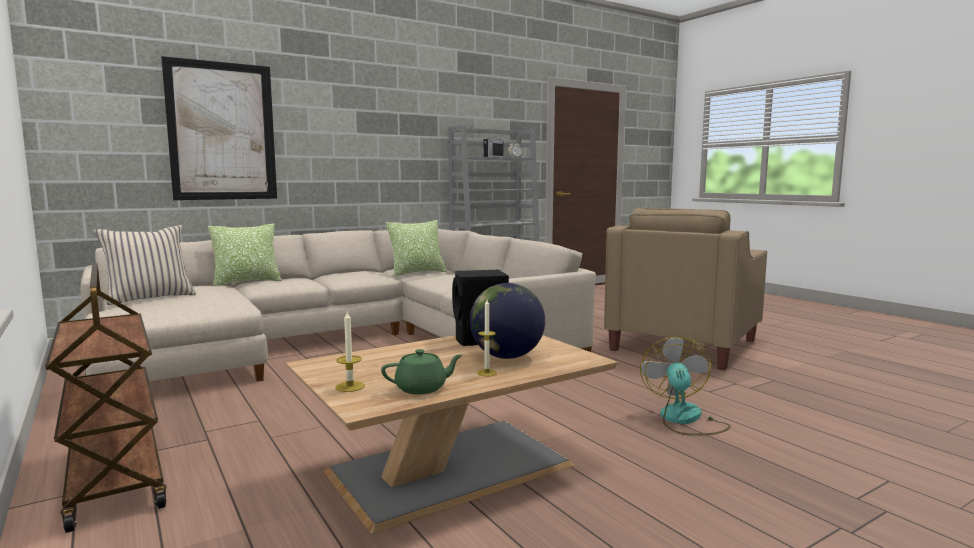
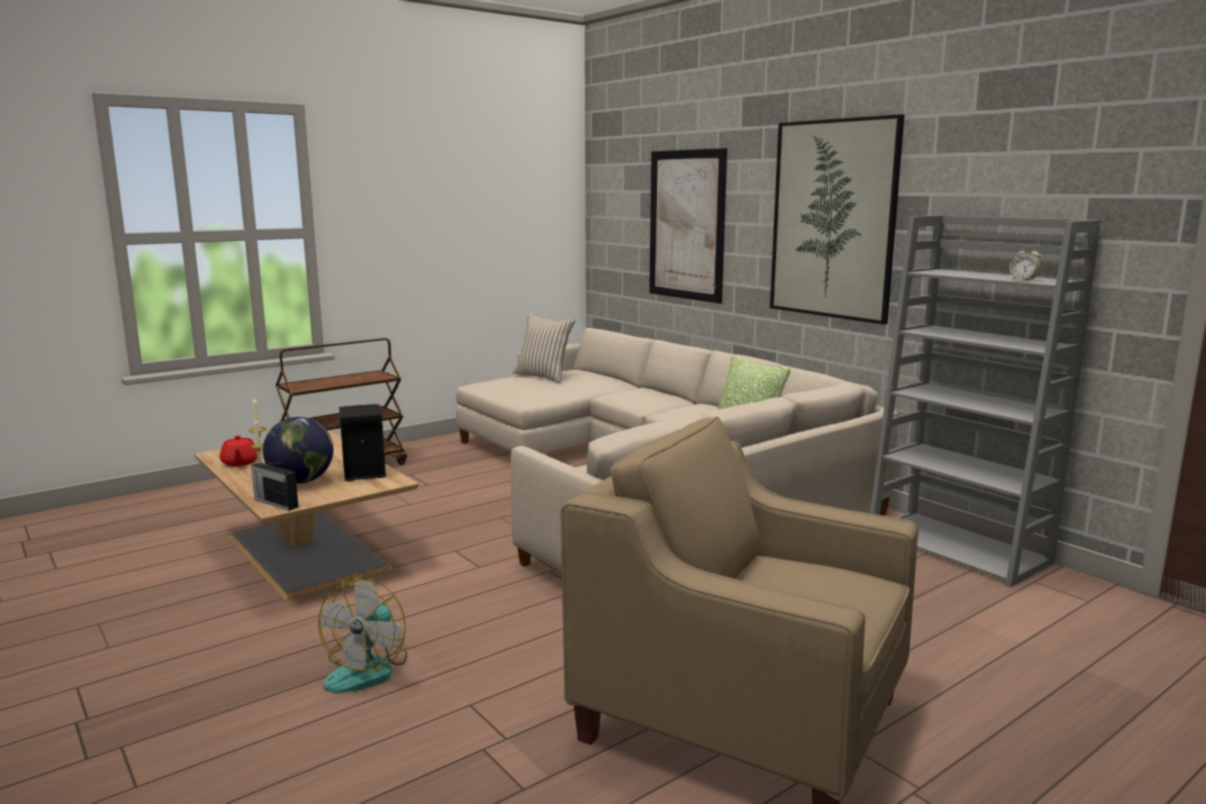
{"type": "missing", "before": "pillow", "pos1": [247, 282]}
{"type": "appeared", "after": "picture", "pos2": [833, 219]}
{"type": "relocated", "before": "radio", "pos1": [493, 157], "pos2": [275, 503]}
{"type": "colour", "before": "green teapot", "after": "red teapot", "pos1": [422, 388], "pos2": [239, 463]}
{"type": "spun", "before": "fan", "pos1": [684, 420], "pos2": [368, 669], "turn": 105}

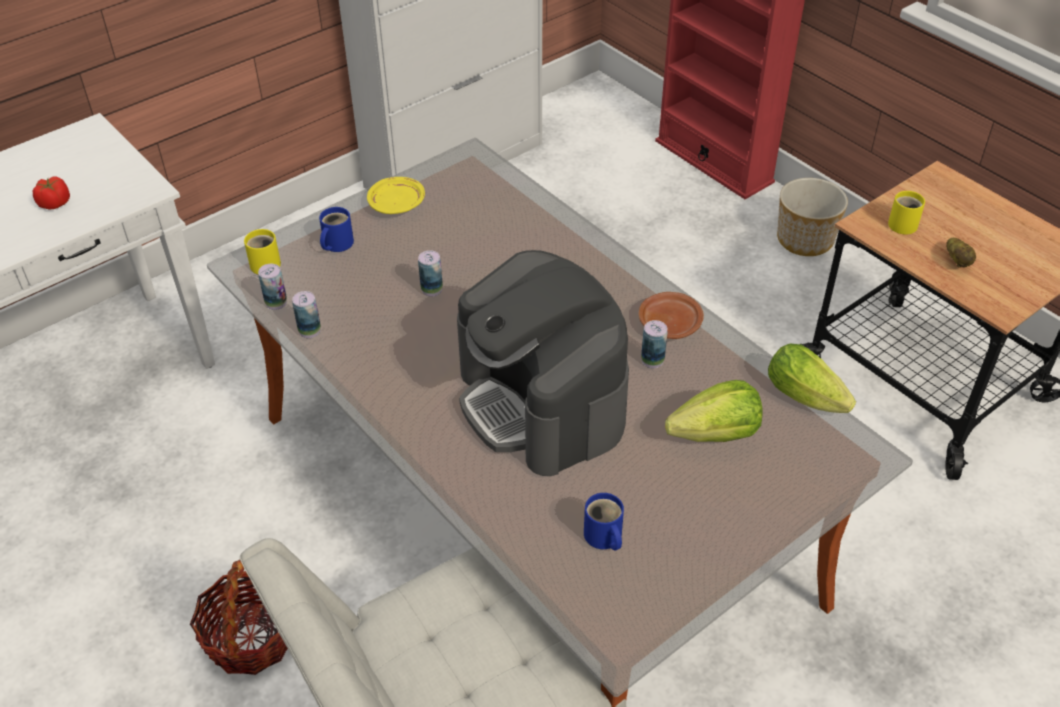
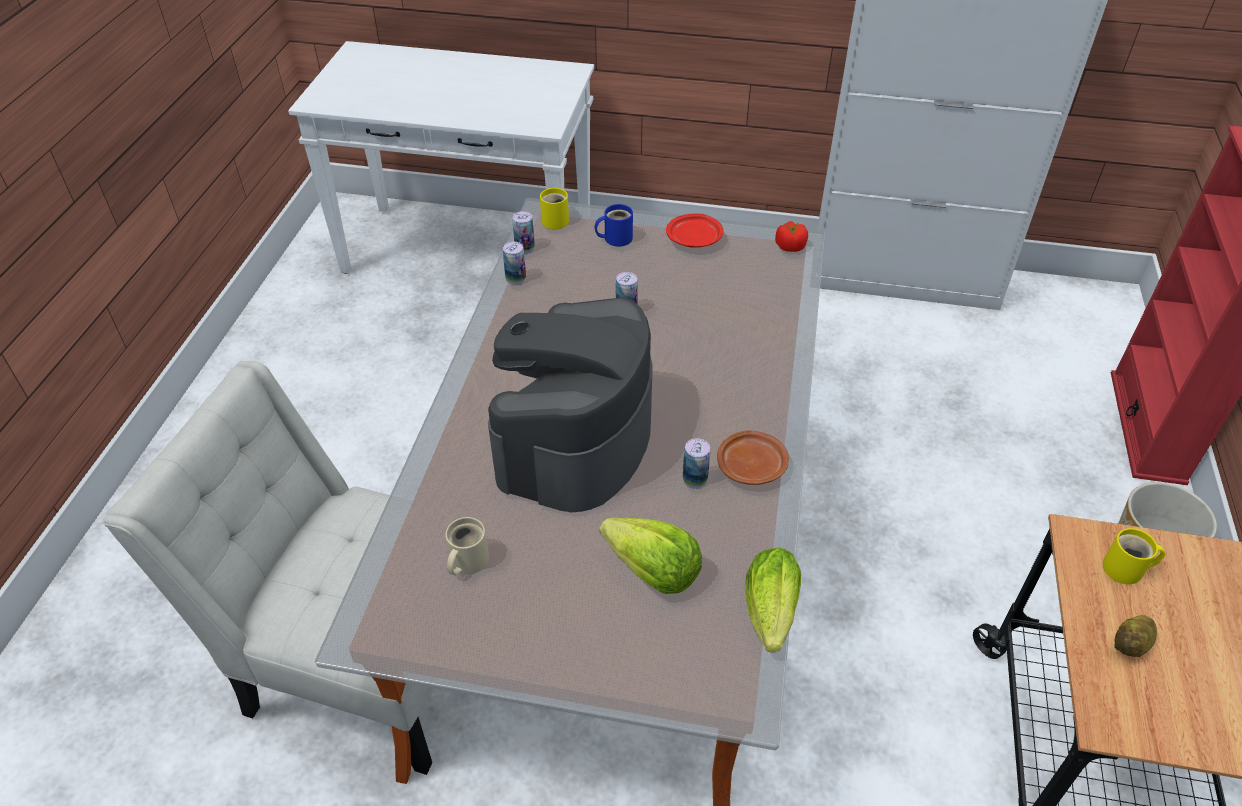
{"type": "missing", "before": "basket", "pos1": [251, 637]}
{"type": "relocated", "before": "tomato", "pos1": [54, 203], "pos2": [790, 247]}
{"type": "colour", "before": "yellow plate", "after": "red plate", "pos1": [397, 203], "pos2": [695, 239]}
{"type": "colour", "before": "blue mug", "after": "beige mug", "pos1": [603, 537], "pos2": [466, 561]}

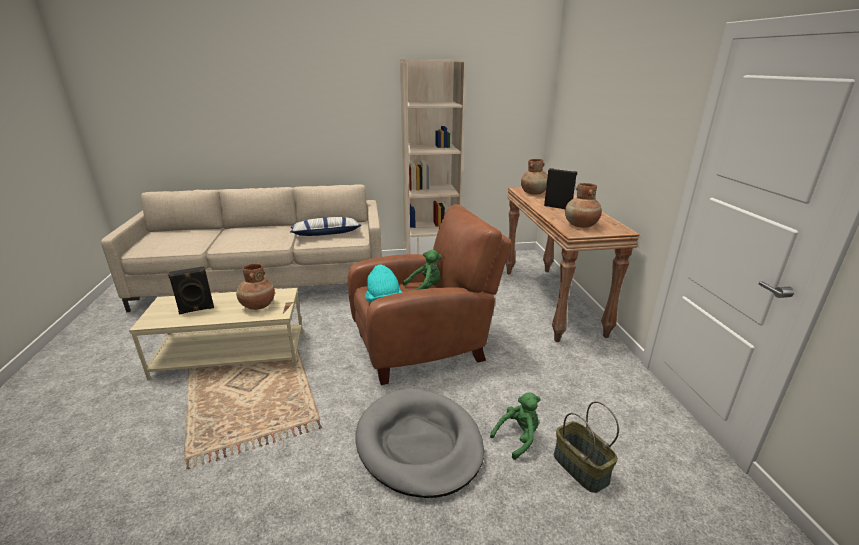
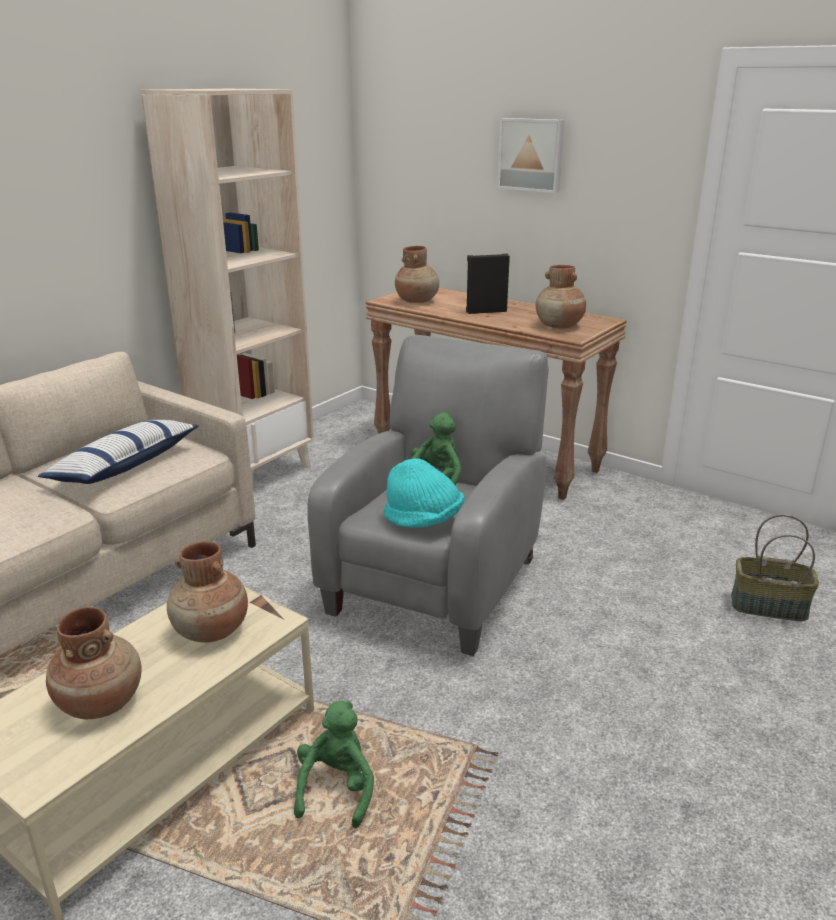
{"type": "missing", "before": "grey dog bed", "pos1": [419, 444]}
{"type": "appeared", "after": "picture", "pos2": [531, 155]}
{"type": "relocated", "before": "green plush toy", "pos1": [518, 438], "pos2": [336, 789]}
{"type": "exchanged", "before": "black speaker", "after": "brown vase", "pos1": [196, 310], "pos2": [101, 702]}
{"type": "colour", "before": "brown armchair", "after": "grey armchair", "pos1": [424, 346], "pos2": [439, 580]}

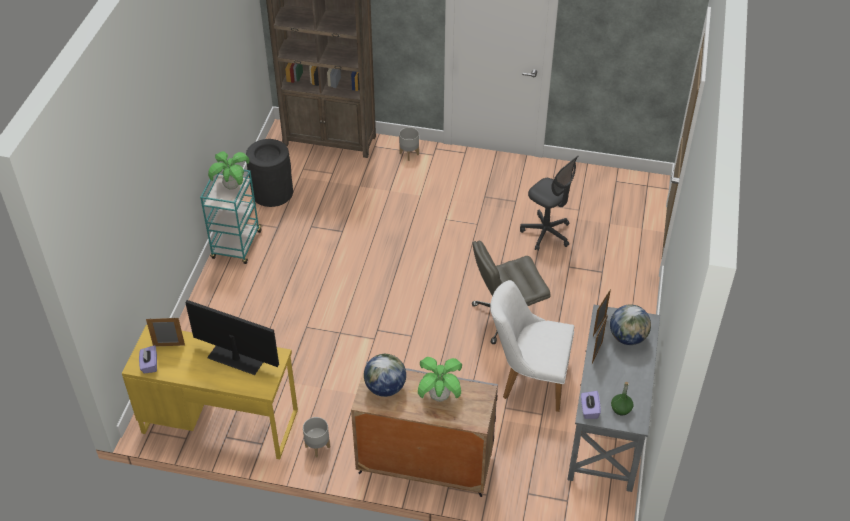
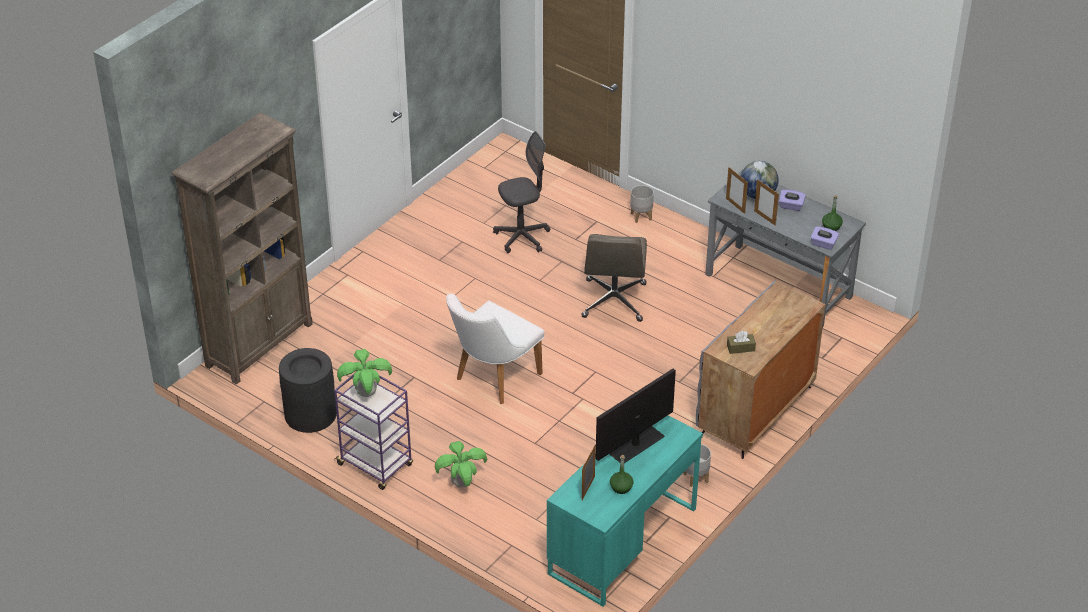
{"type": "appeared", "after": "green bottle", "pos2": [621, 487]}
{"type": "relocated", "before": "purple tissue box", "pos1": [149, 365], "pos2": [791, 206]}
{"type": "relocated", "before": "grey planter", "pos1": [409, 154], "pos2": [641, 216]}
{"type": "relocated", "before": "potted plant", "pos1": [439, 397], "pos2": [461, 483]}
{"type": "relocated", "before": "white chair", "pos1": [528, 379], "pos2": [492, 379]}
{"type": "exchanged", "before": "globe", "after": "brown tissue box", "pos1": [385, 388], "pos2": [740, 348]}
{"type": "colour", "before": "yellow desk", "after": "turquoise desk", "pos1": [220, 421], "pos2": [622, 541]}
{"type": "colour", "before": "turquoise cart", "after": "purple cart", "pos1": [236, 246], "pos2": [376, 465]}

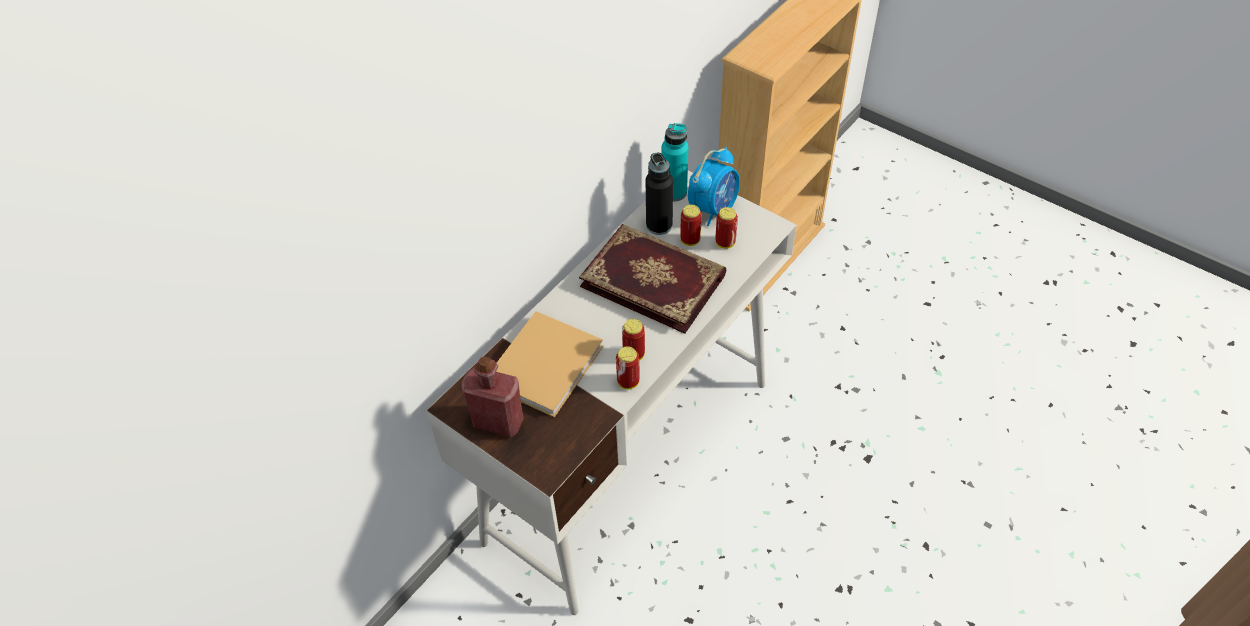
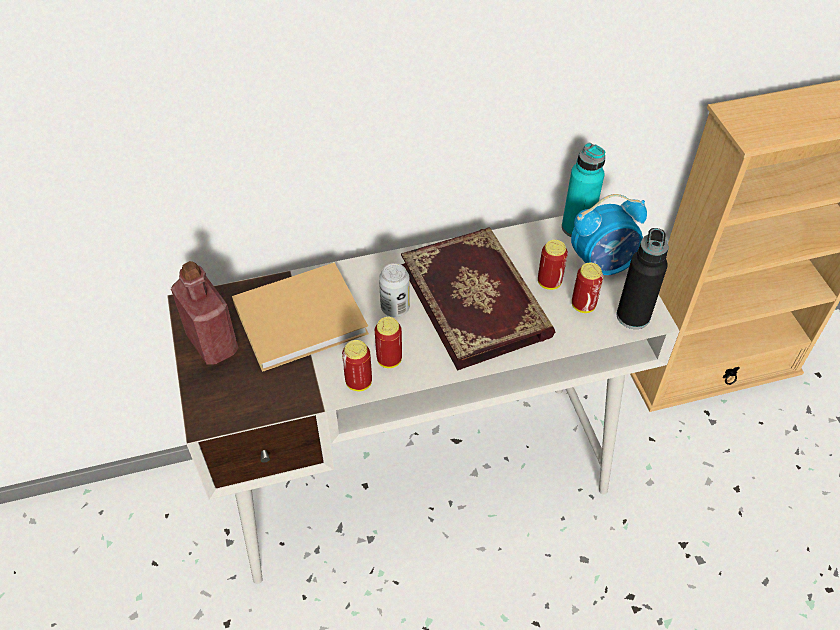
{"type": "appeared", "after": "can", "pos2": [395, 307]}
{"type": "relocated", "before": "black bottle", "pos1": [659, 225], "pos2": [633, 316]}

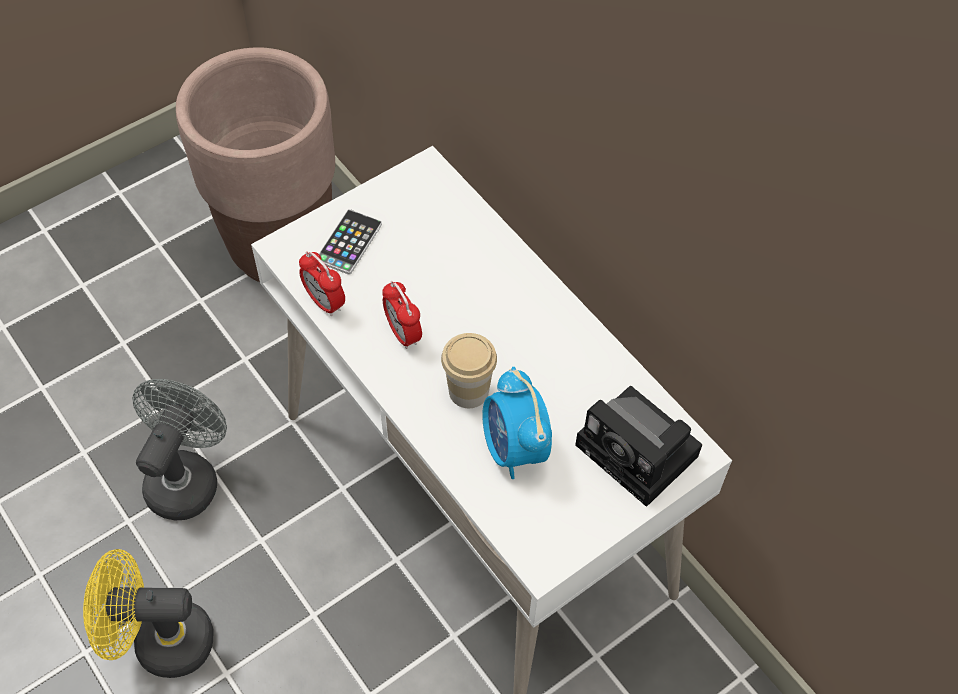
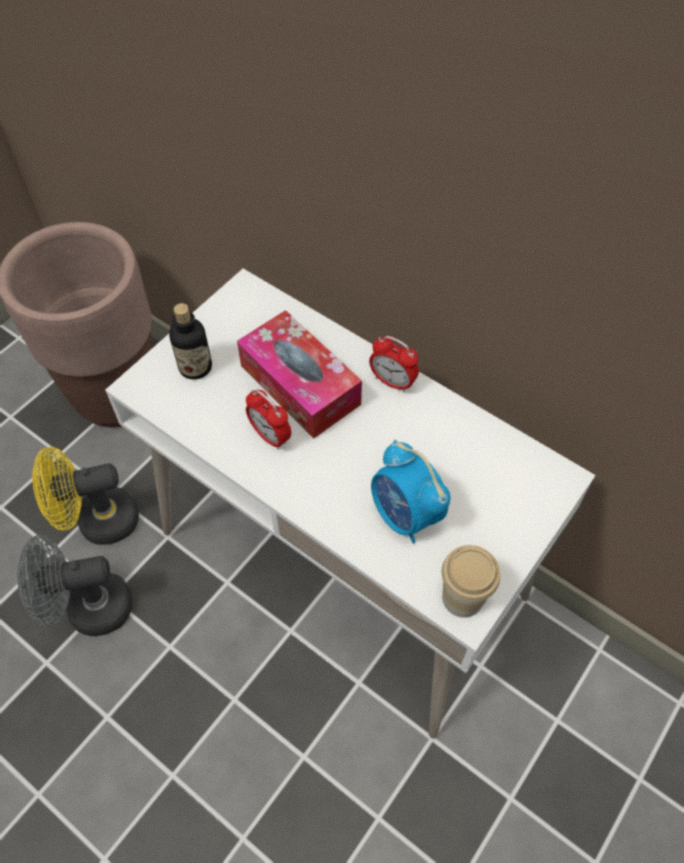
{"type": "missing", "before": "photo camera", "pos1": [641, 453]}
{"type": "appeared", "after": "tissue box", "pos2": [300, 385]}
{"type": "relocated", "before": "yellow fan", "pos1": [160, 641], "pos2": [98, 521]}
{"type": "relocated", "before": "alarm clock", "pos1": [325, 302], "pos2": [392, 382]}
{"type": "relocated", "before": "cup", "pos1": [468, 391], "pos2": [462, 597]}
{"type": "exchanged", "before": "phone", "after": "bottle", "pos1": [349, 242], "pos2": [195, 367]}
{"type": "spun", "before": "grey fan", "pos1": [186, 477], "pos2": [89, 609], "turn": -105}

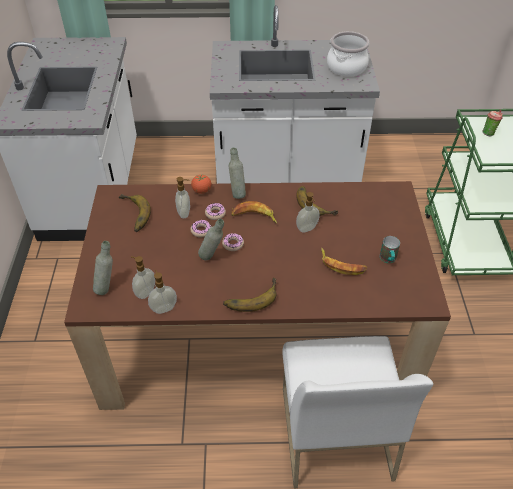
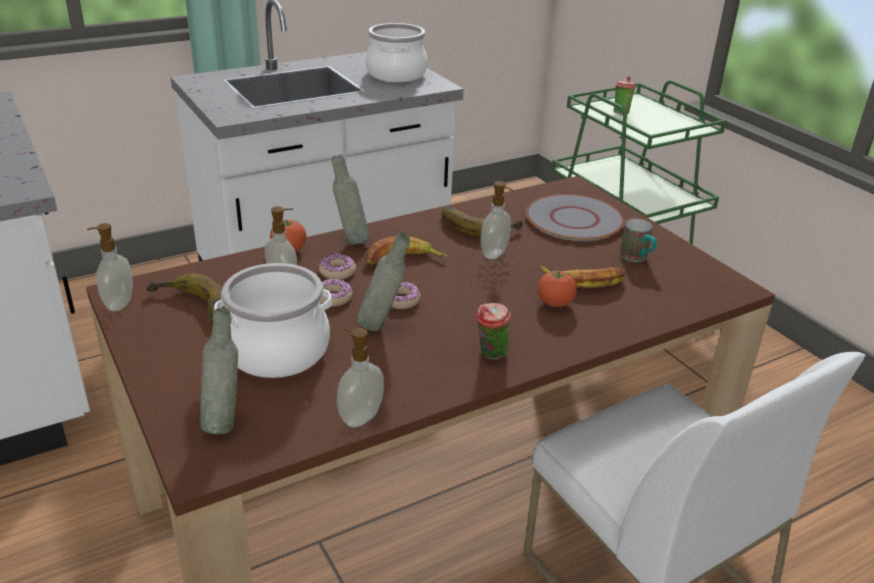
{"type": "appeared", "after": "cooking pot", "pos2": [277, 352]}
{"type": "appeared", "after": "grey plate", "pos2": [574, 220]}
{"type": "appeared", "after": "tomato", "pos2": [555, 303]}
{"type": "relocated", "before": "soap dispenser", "pos1": [145, 292], "pos2": [118, 303]}
{"type": "exchanged", "before": "banana", "after": "cup", "pos1": [250, 296], "pos2": [490, 355]}

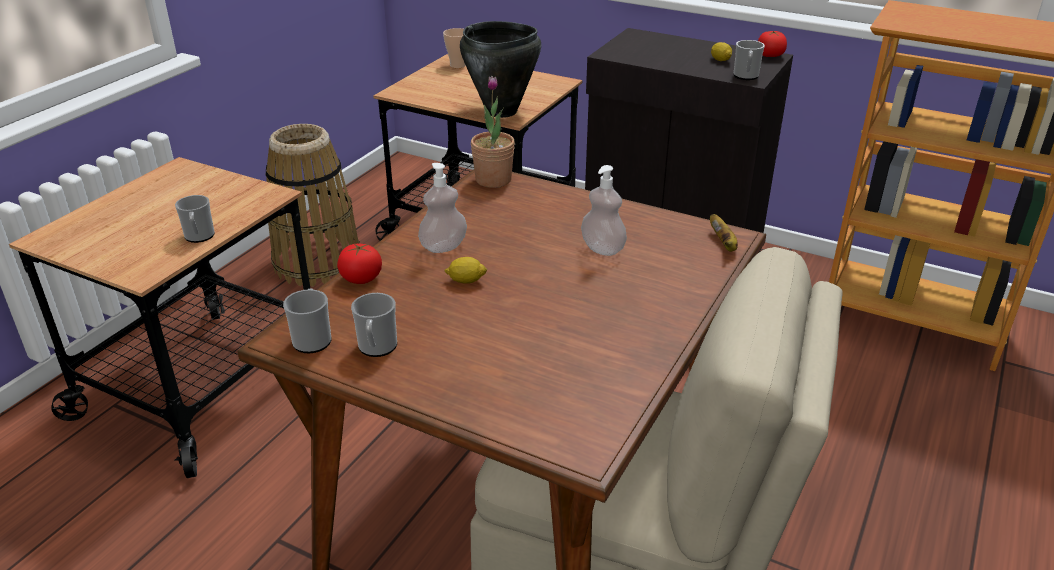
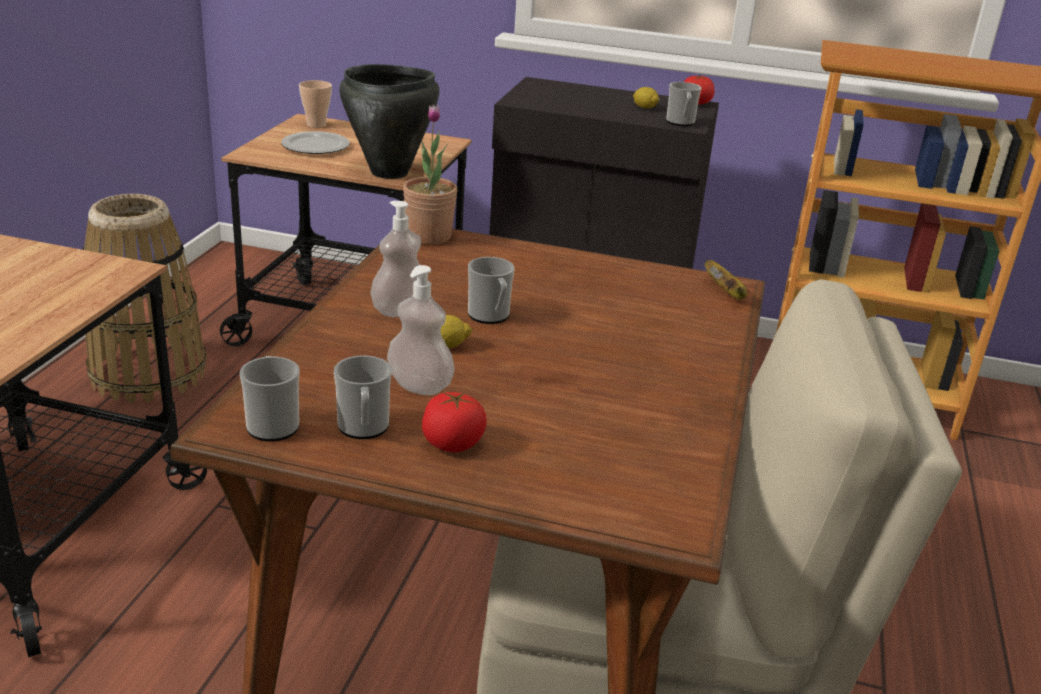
{"type": "appeared", "after": "plate", "pos2": [317, 146]}
{"type": "relocated", "before": "mug", "pos1": [199, 237], "pos2": [490, 317]}
{"type": "relocated", "before": "tomato", "pos1": [361, 278], "pos2": [452, 443]}
{"type": "relocated", "before": "soap dispenser", "pos1": [602, 249], "pos2": [420, 386]}

